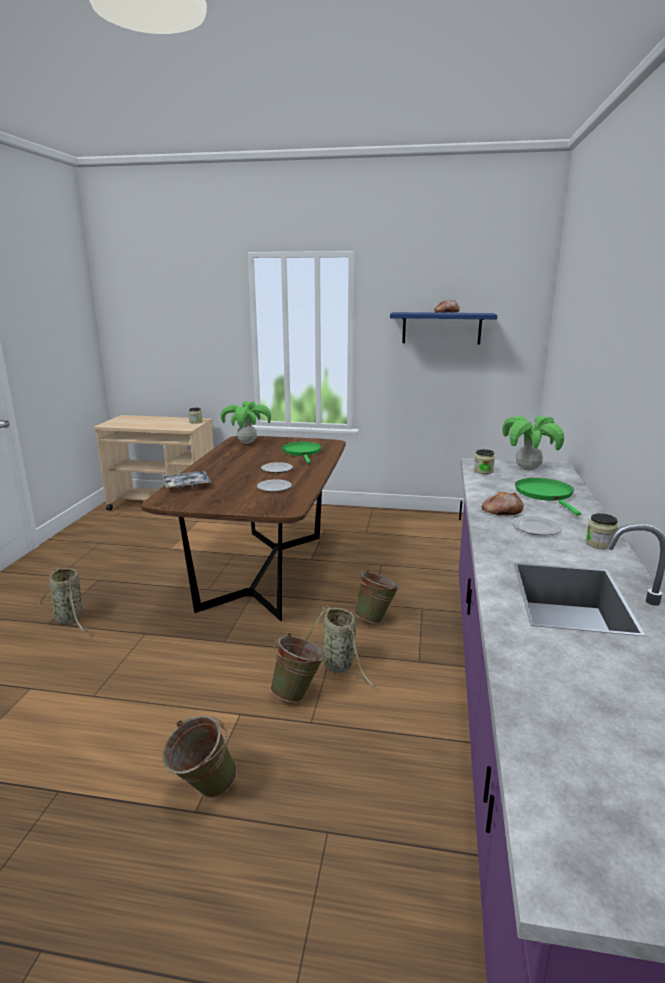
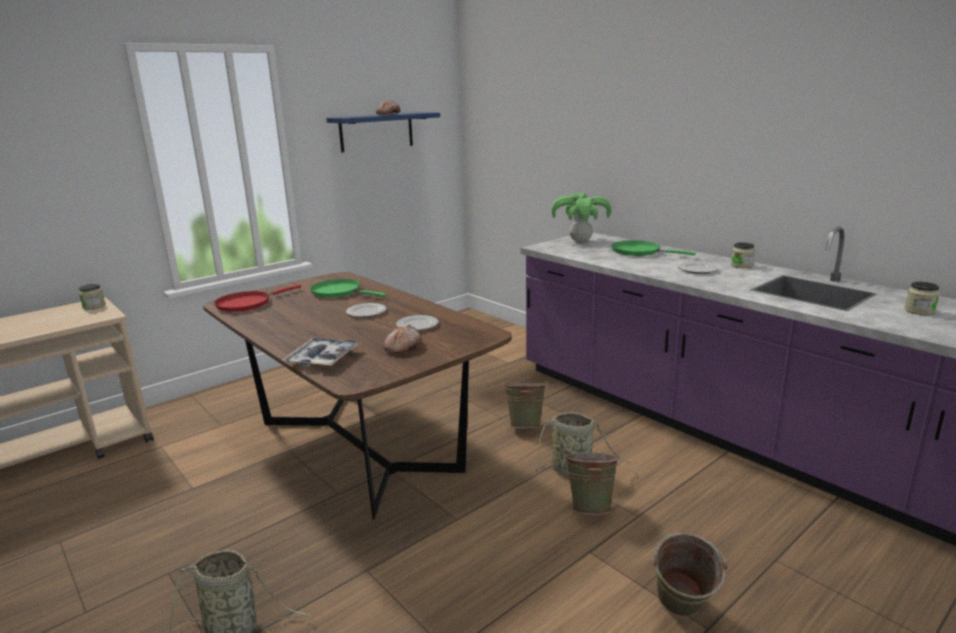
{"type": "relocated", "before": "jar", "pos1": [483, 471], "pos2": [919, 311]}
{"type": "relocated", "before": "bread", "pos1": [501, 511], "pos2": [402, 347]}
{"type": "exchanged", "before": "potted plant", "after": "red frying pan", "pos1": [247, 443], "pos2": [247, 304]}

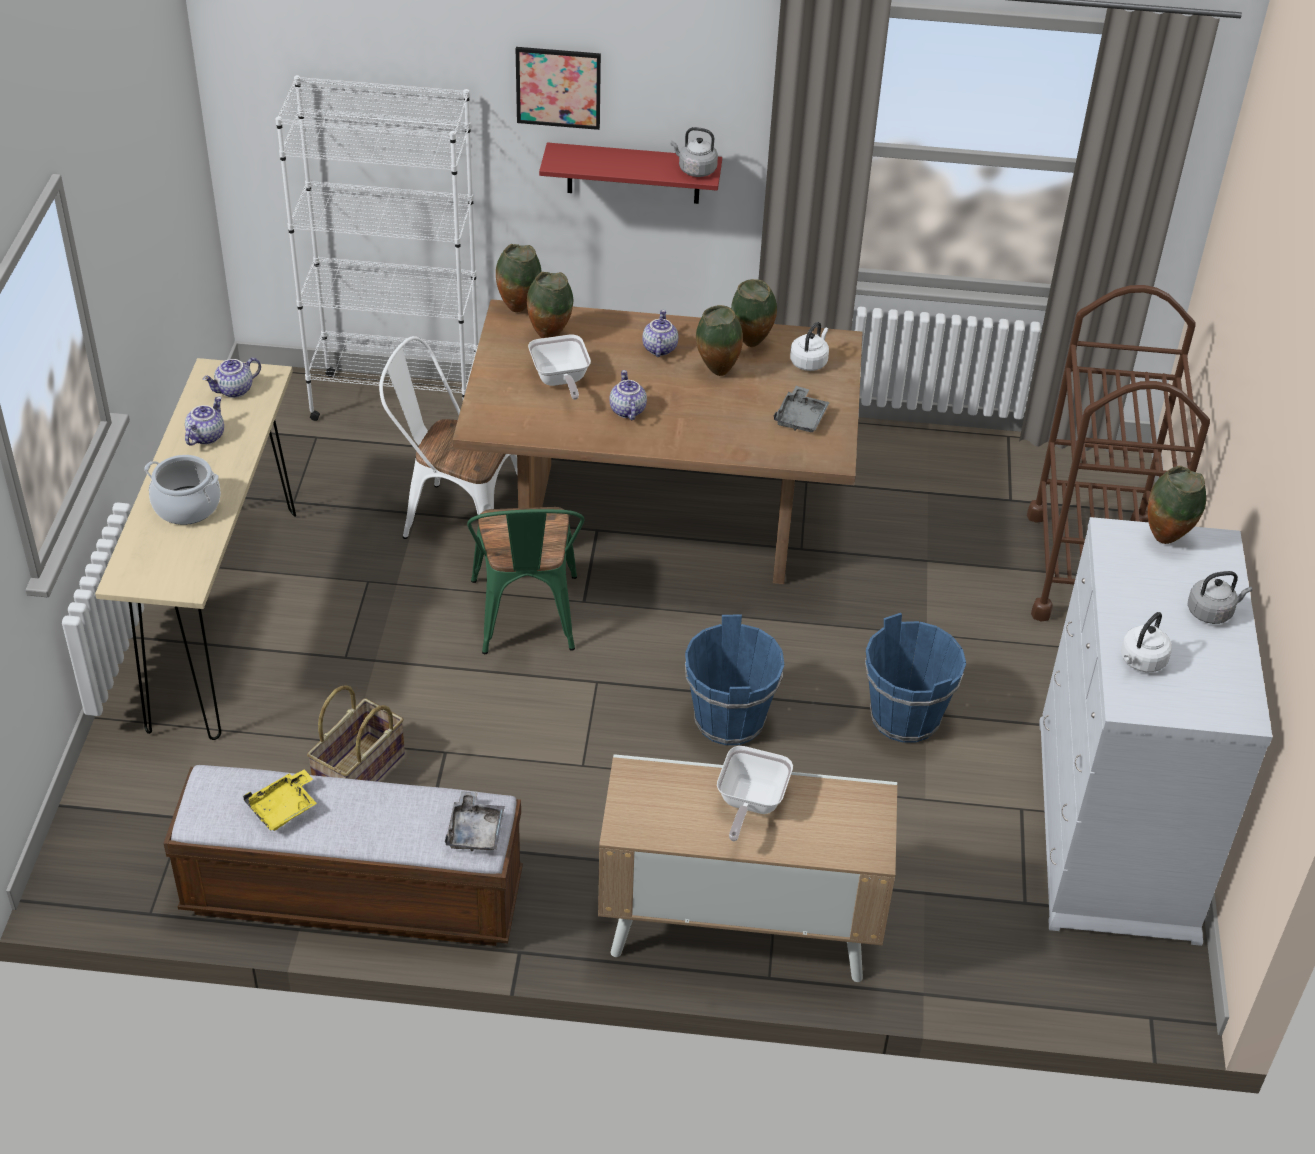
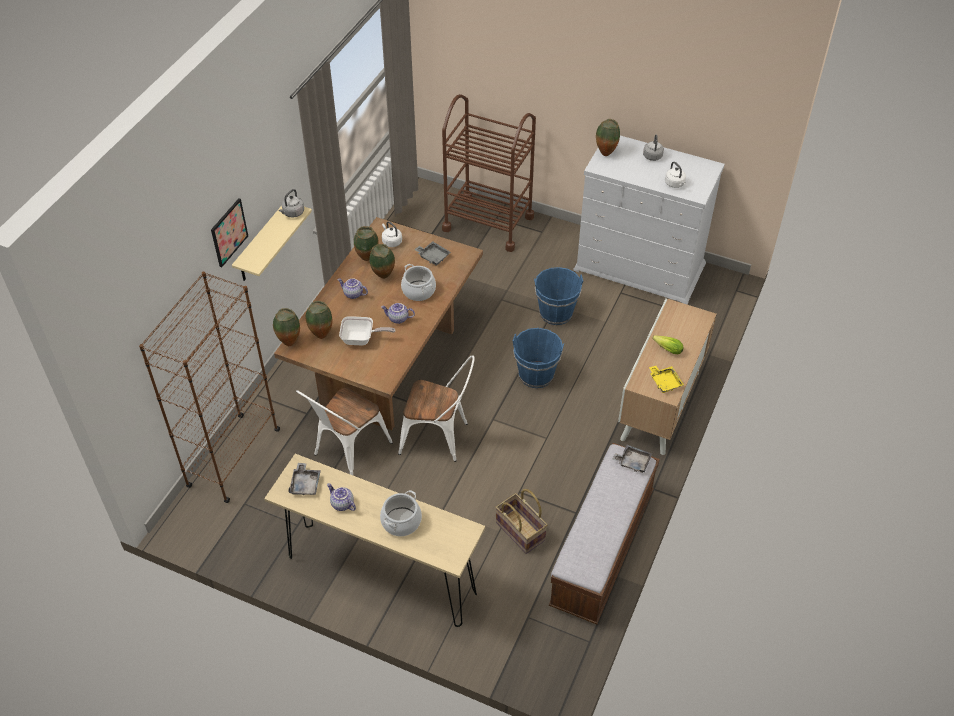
{"type": "appeared", "after": "cooking pot", "pos2": [419, 291]}
{"type": "relocated", "before": "yellow tray", "pos1": [284, 808], "pos2": [665, 382]}
{"type": "exchanged", "before": "teapot", "after": "grey tray", "pos1": [234, 390], "pos2": [305, 484]}
{"type": "exchanged", "before": "frying pan", "after": "lettuce", "pos1": [749, 804], "pos2": [666, 349]}
{"type": "colour", "before": "white bookcase", "after": "brown bookcase", "pos1": [397, 403], "pos2": [233, 458]}
{"type": "colour", "before": "green chair", "after": "white chair", "pos1": [526, 622], "pos2": [440, 438]}
{"type": "colour", "before": "red shelf", "after": "beige shelf", "pos1": [633, 173], "pos2": [261, 243]}

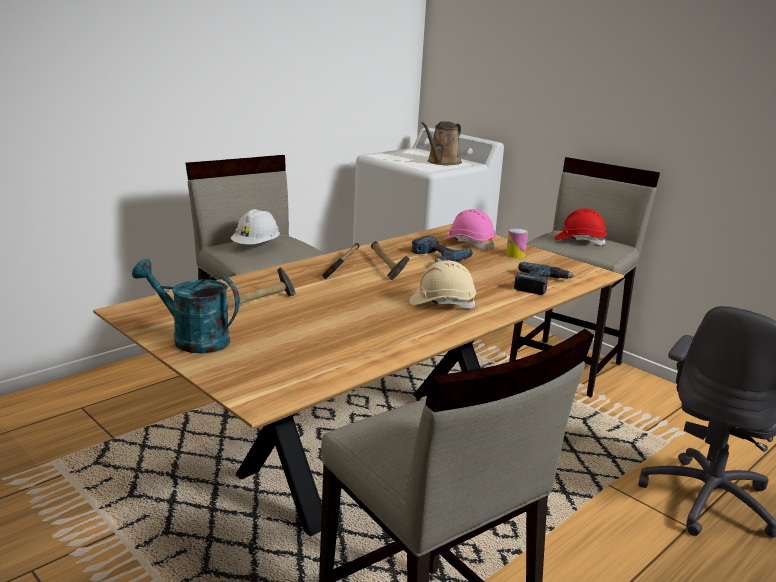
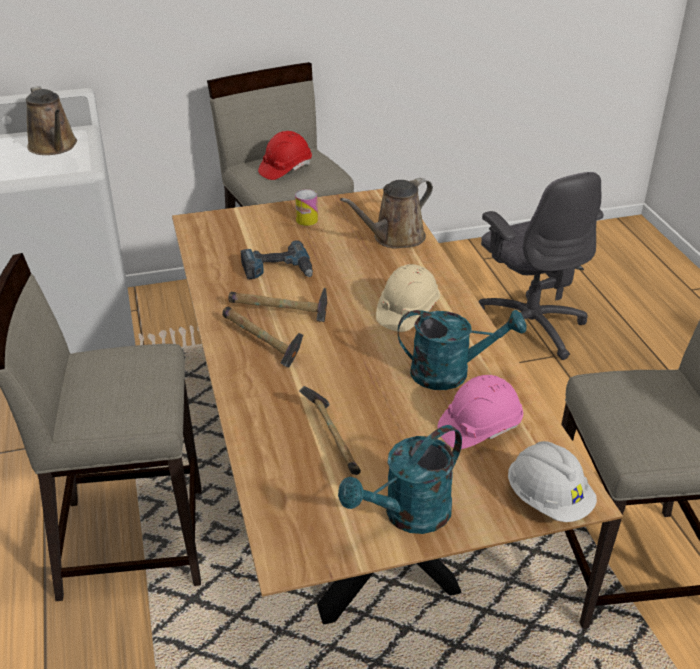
{"type": "appeared", "after": "turquoise watering can", "pos2": [451, 373]}
{"type": "relocated", "before": "white hard hat", "pos1": [256, 246], "pos2": [548, 500]}
{"type": "relocated", "before": "pink hard hat", "pos1": [468, 243], "pos2": [479, 427]}
{"type": "exchanged", "before": "power drill", "after": "brown watering can", "pos1": [540, 284], "pos2": [395, 238]}

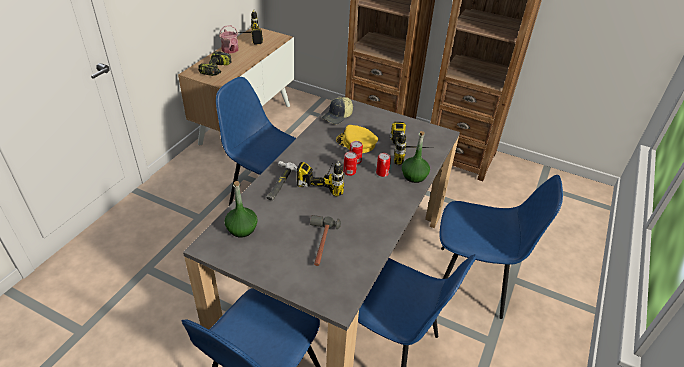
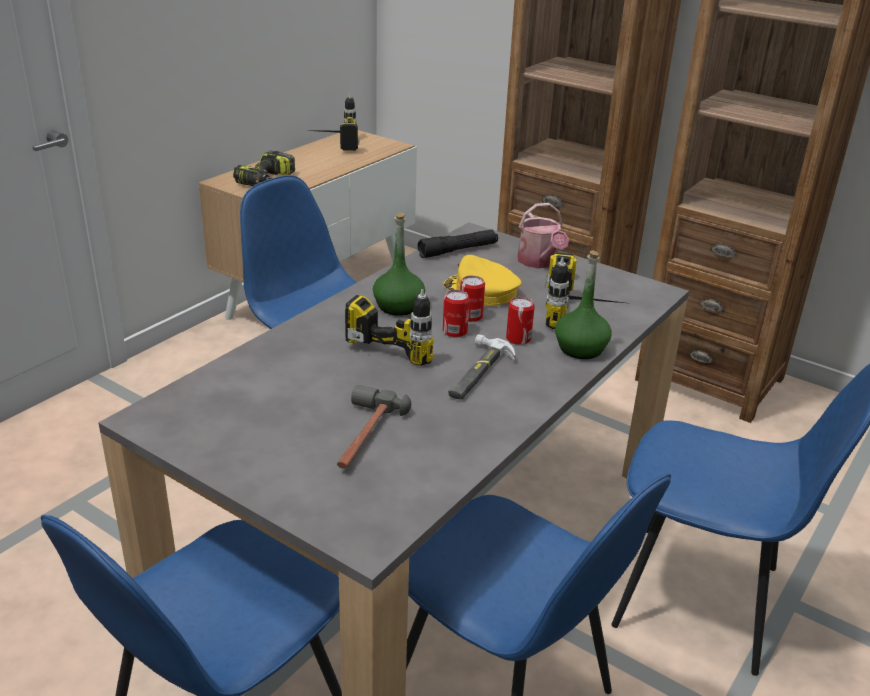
{"type": "relocated", "before": "watering can", "pos1": [231, 50], "pos2": [539, 262]}
{"type": "relocated", "before": "green bottle", "pos1": [242, 229], "pos2": [398, 307]}
{"type": "relocated", "before": "hammer", "pos1": [280, 183], "pos2": [477, 373]}
{"type": "exchanged", "before": "cap", "after": "black flashlight", "pos1": [338, 116], "pos2": [458, 250]}

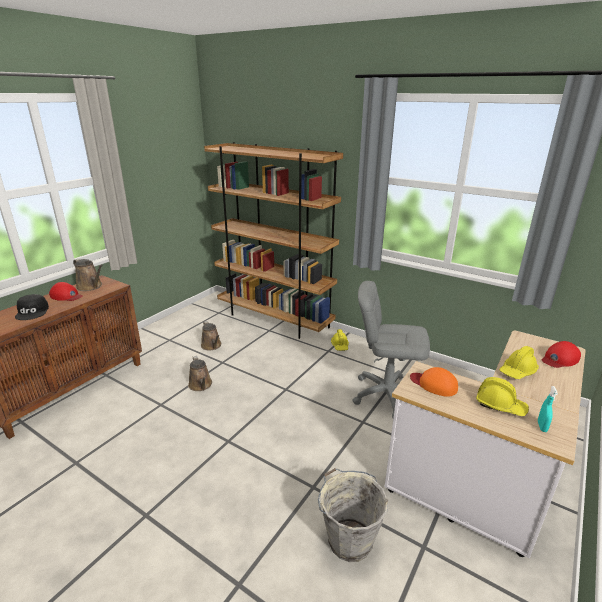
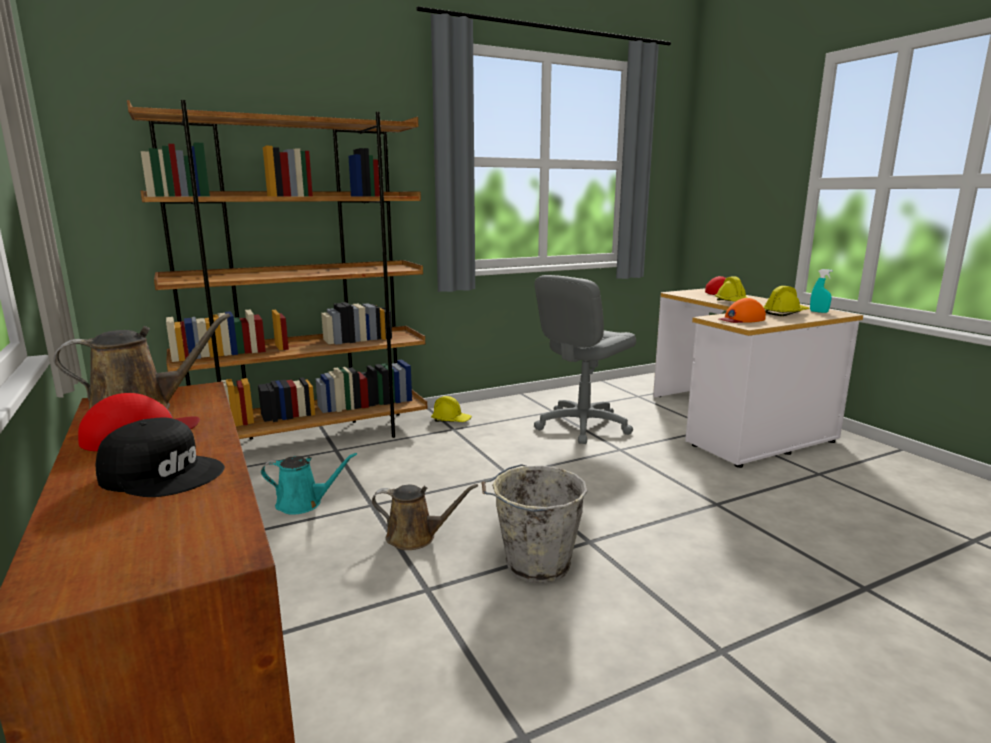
{"type": "relocated", "before": "grey bucket", "pos1": [348, 539], "pos2": [534, 565]}
{"type": "colour", "before": "brown watering can", "after": "turquoise watering can", "pos1": [212, 346], "pos2": [303, 504]}

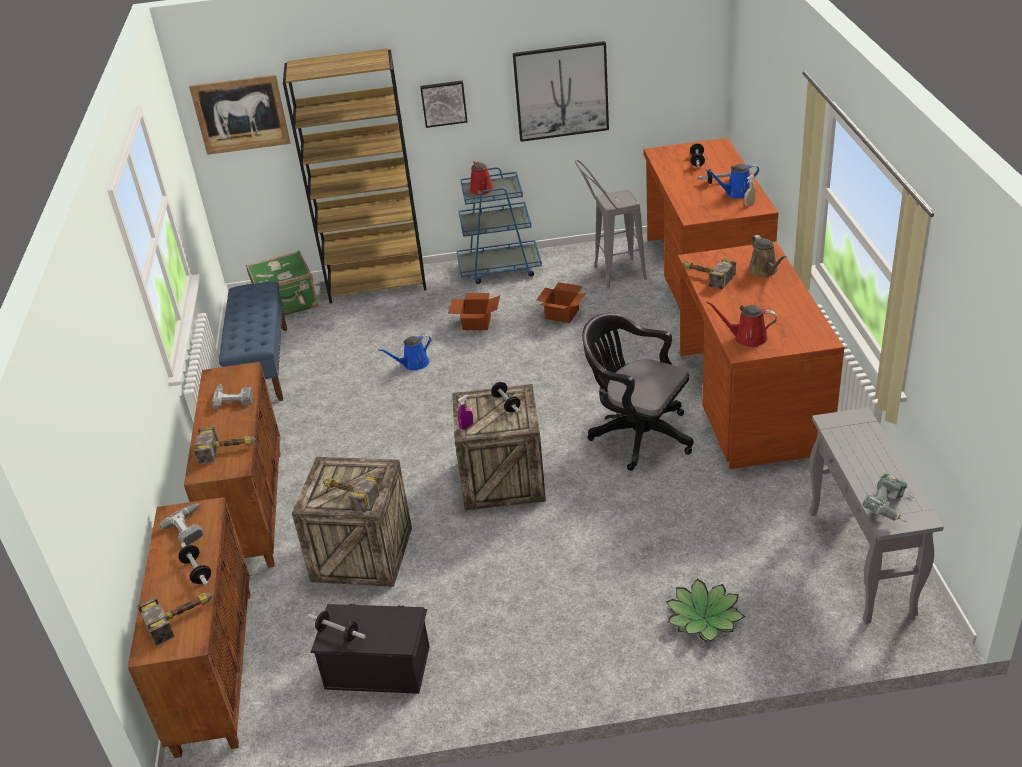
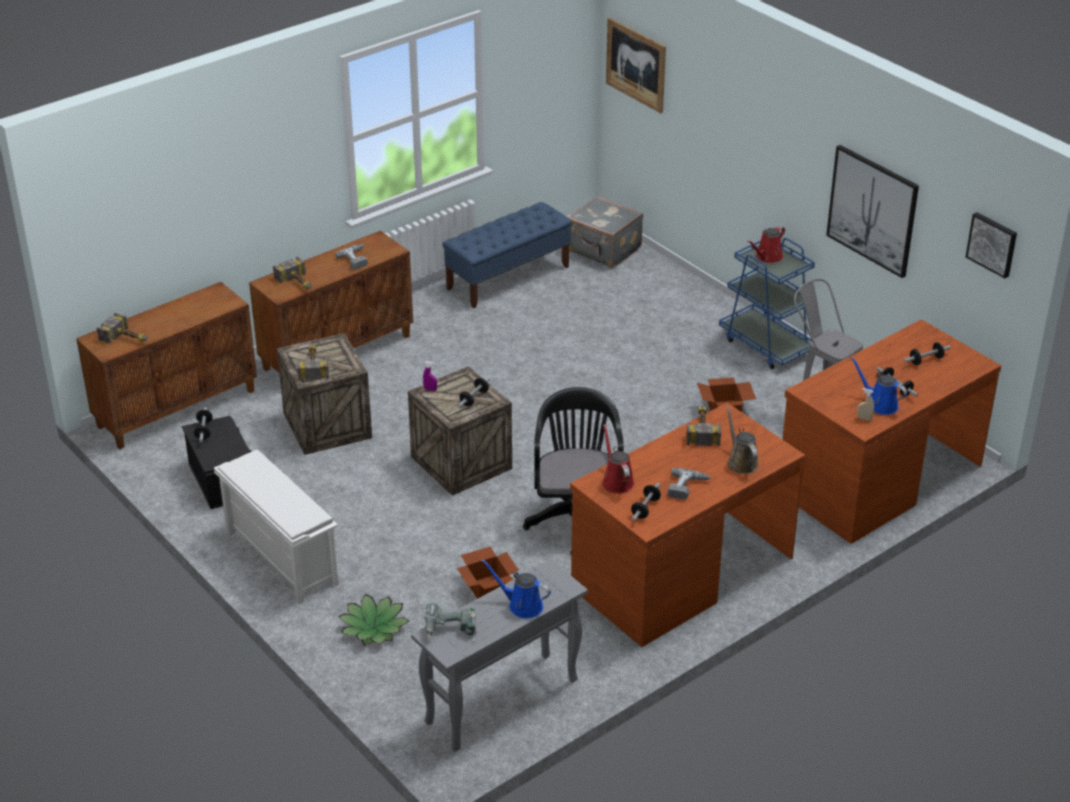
{"type": "missing", "before": "brown bookcase", "pos1": [378, 283]}
{"type": "appeared", "after": "white shoe rack", "pos2": [280, 557]}
{"type": "relocated", "before": "power drill", "pos1": [190, 527], "pos2": [688, 487]}
{"type": "relocated", "before": "dumbbell", "pos1": [197, 571], "pos2": [645, 508]}
{"type": "relocated", "before": "blue watering can", "pos1": [413, 364], "pos2": [522, 605]}
{"type": "relocated", "before": "picture", "pos1": [443, 103], "pos2": [992, 244]}
{"type": "relocated", "before": "cardboard box", "pos1": [476, 322], "pos2": [488, 587]}
{"type": "colour", "before": "green suitcase", "after": "grey suitcase", "pos1": [287, 303], "pos2": [603, 250]}
{"type": "spun", "before": "brown watering can", "pos1": [764, 271], "pos2": [741, 462], "turn": 120}

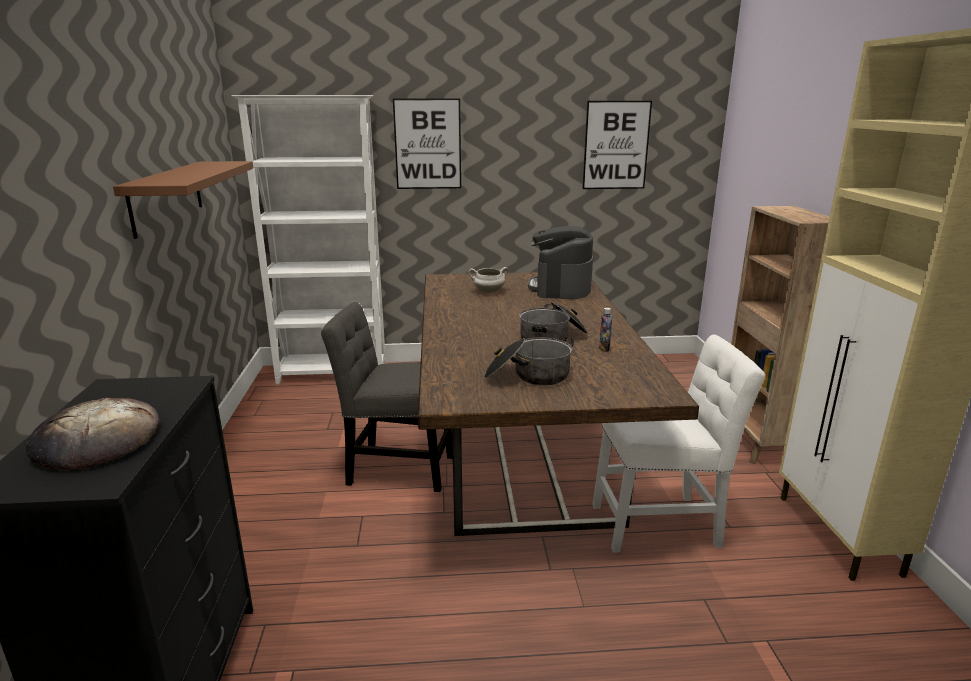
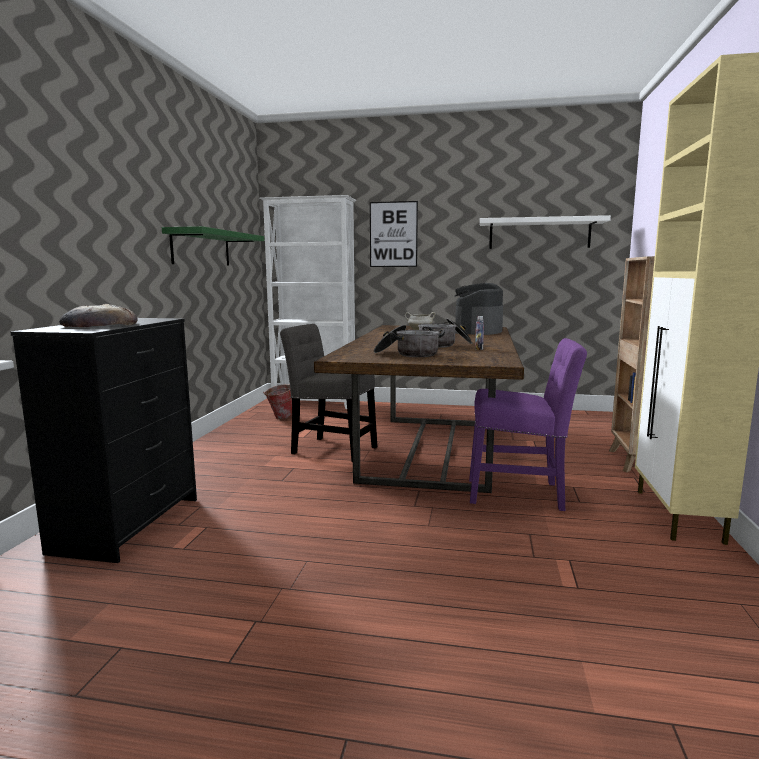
{"type": "appeared", "after": "bucket", "pos2": [280, 418]}
{"type": "exchanged", "before": "picture", "after": "white shelf", "pos1": [616, 145], "pos2": [539, 234]}
{"type": "colour", "before": "brown shelf", "after": "green shelf", "pos1": [167, 196], "pos2": [201, 248]}
{"type": "colour", "before": "white chair", "after": "purple chair", "pos1": [661, 524], "pos2": [520, 494]}

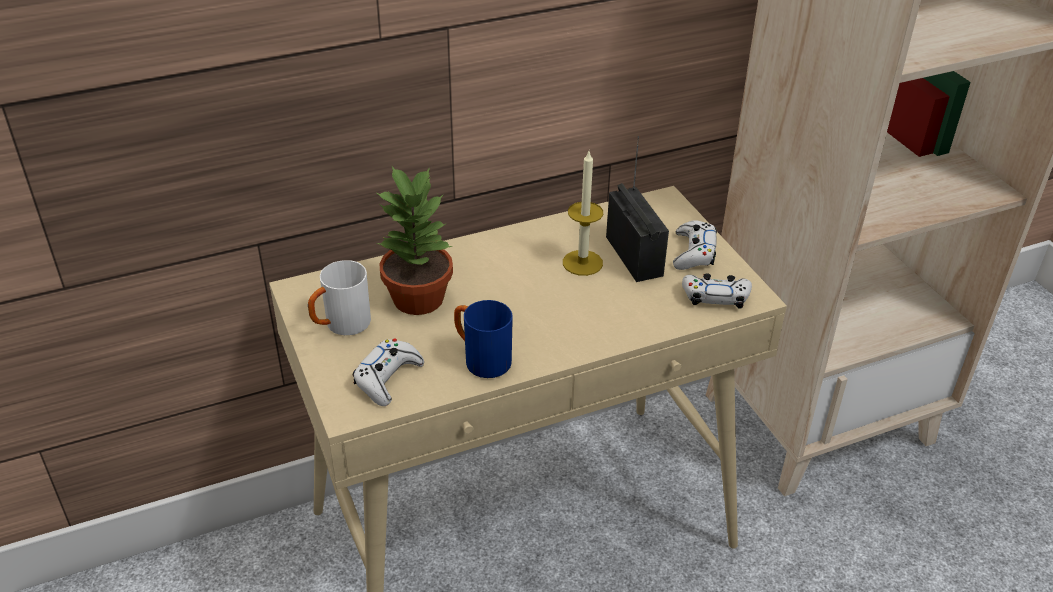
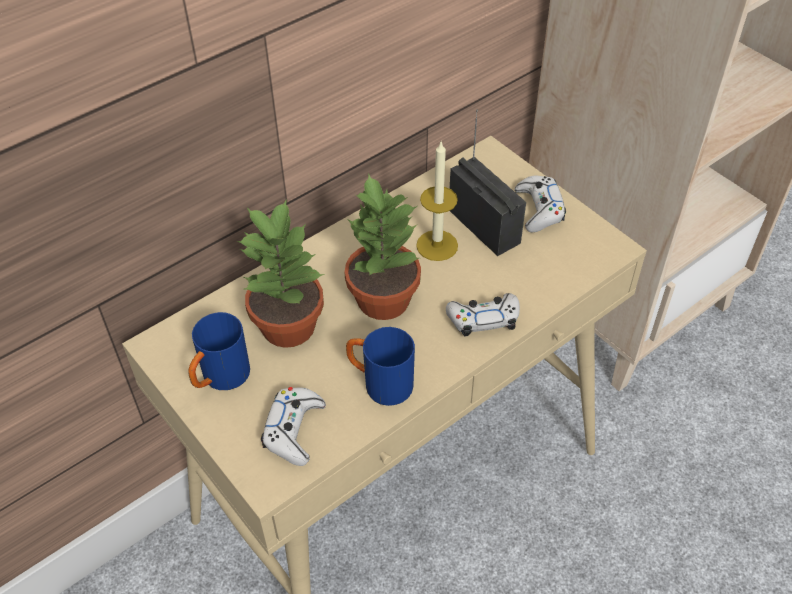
{"type": "appeared", "after": "potted plant", "pos2": [382, 299]}
{"type": "relocated", "before": "white game controller", "pos1": [715, 296], "pos2": [483, 319]}
{"type": "colour", "before": "white mug", "after": "blue mug", "pos1": [341, 326], "pos2": [220, 379]}

